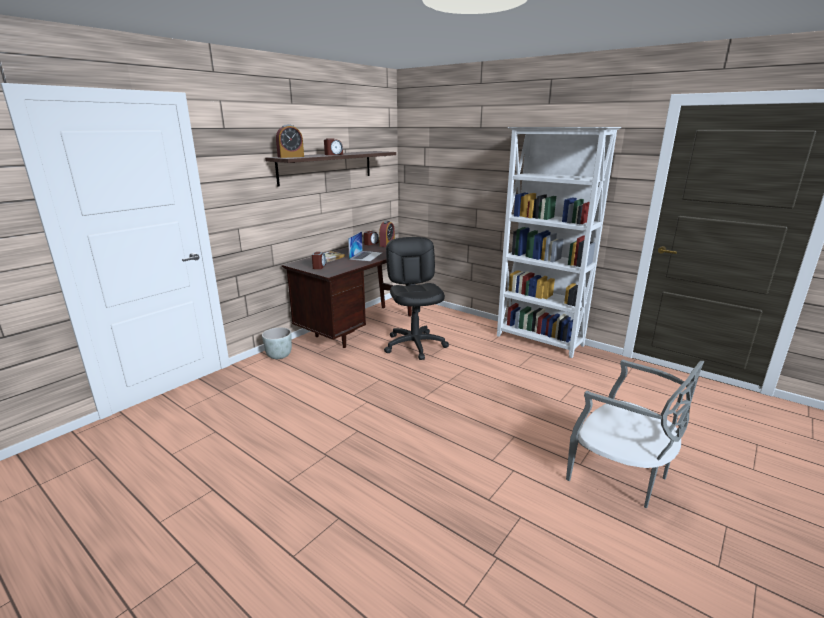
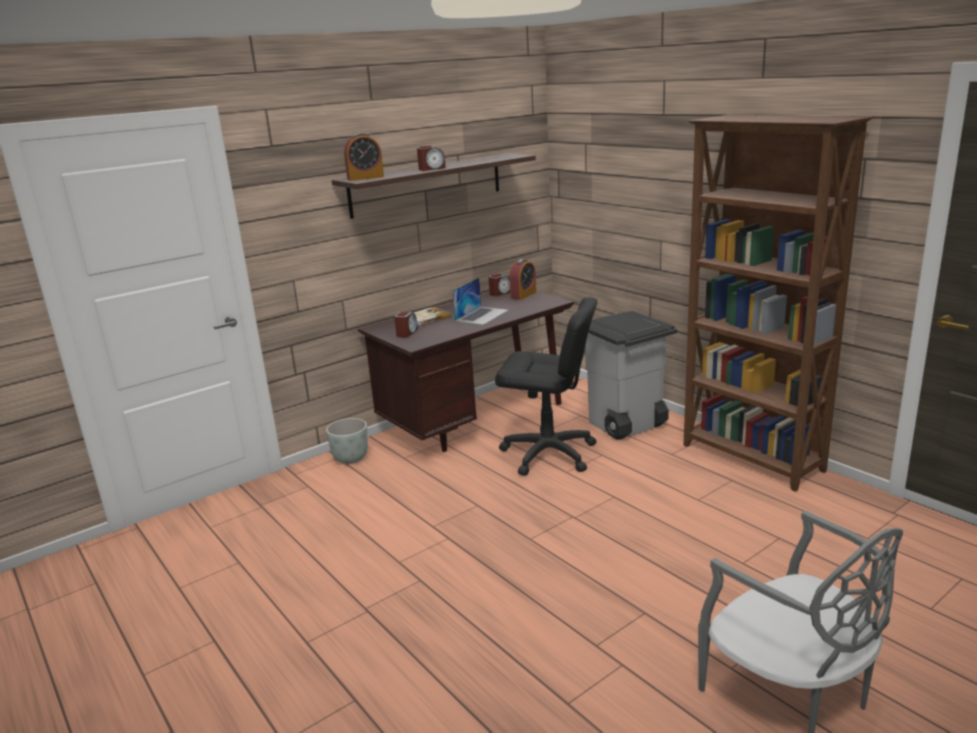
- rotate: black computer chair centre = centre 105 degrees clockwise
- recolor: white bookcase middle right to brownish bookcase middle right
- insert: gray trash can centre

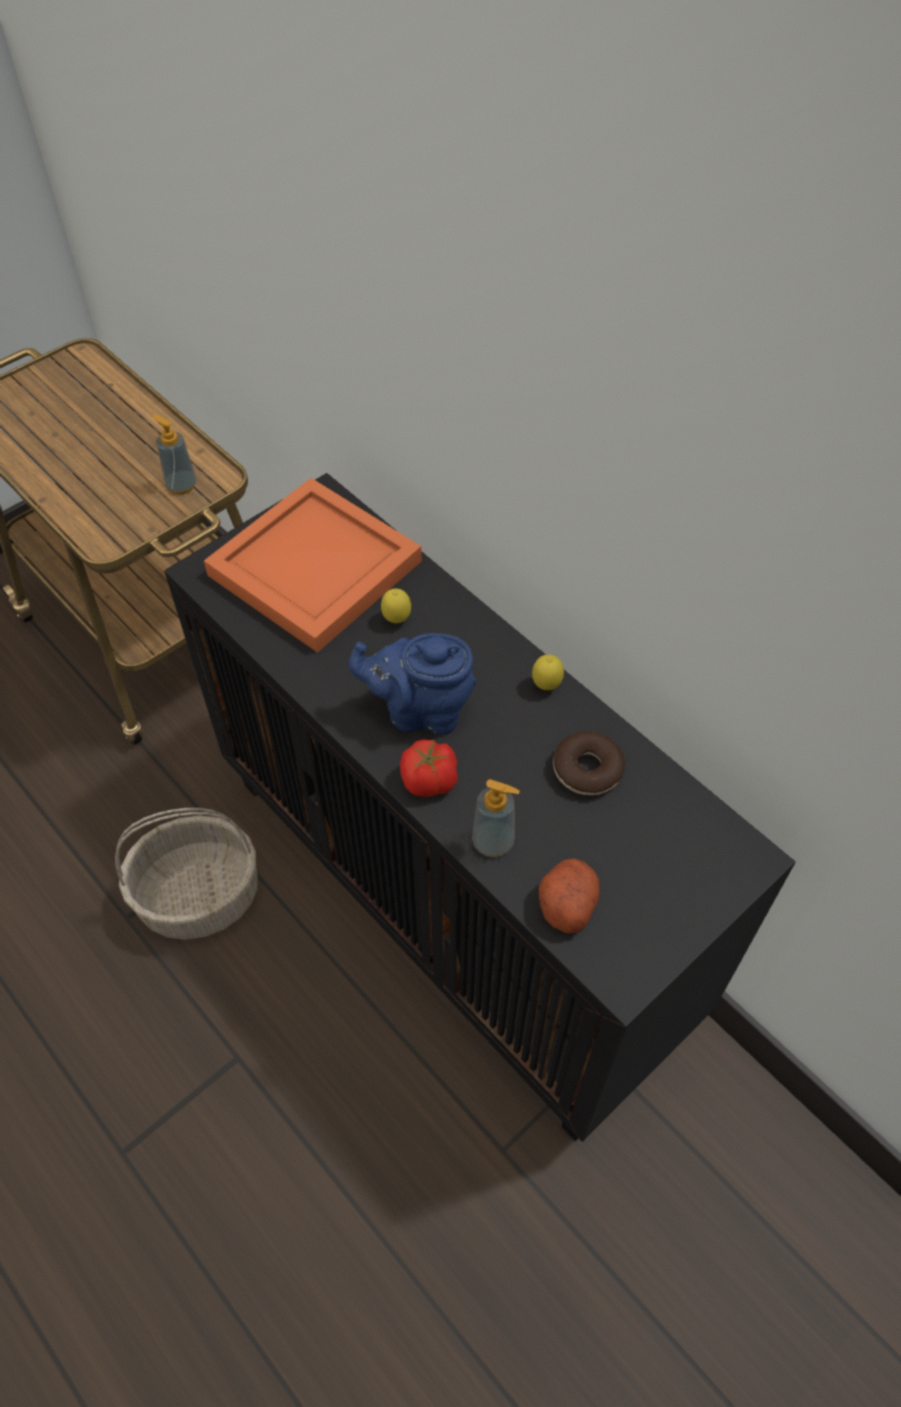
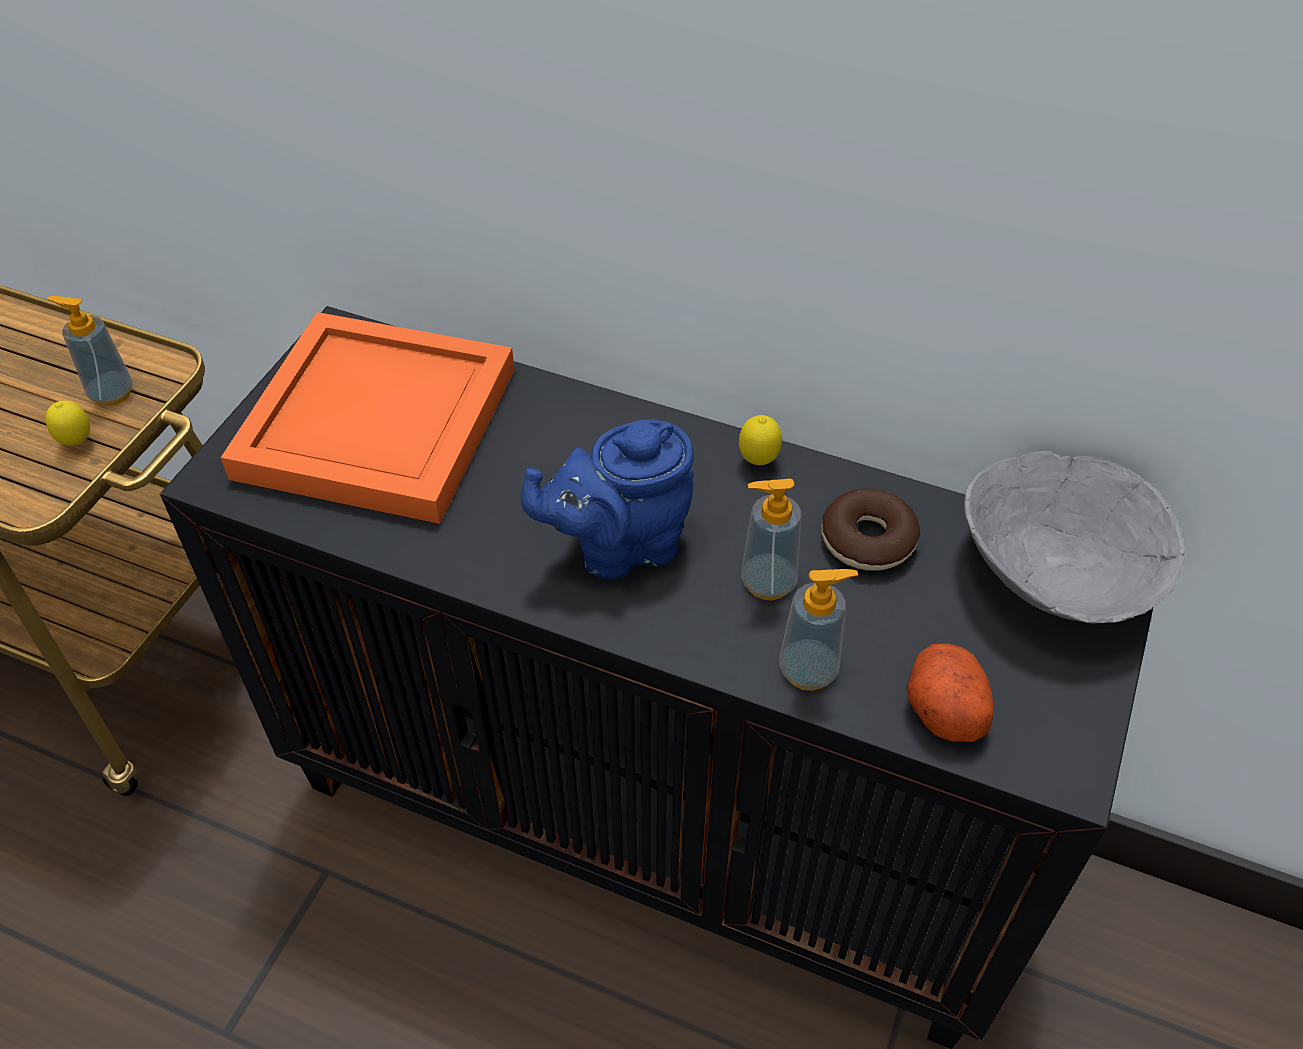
- delete: household basket middle left
- move: whole lemon (1st from left) centre to middle left
- delete: tomato centre
- insert: soap dispenser (2nd from left) centre
- insert: gray bowl middle right

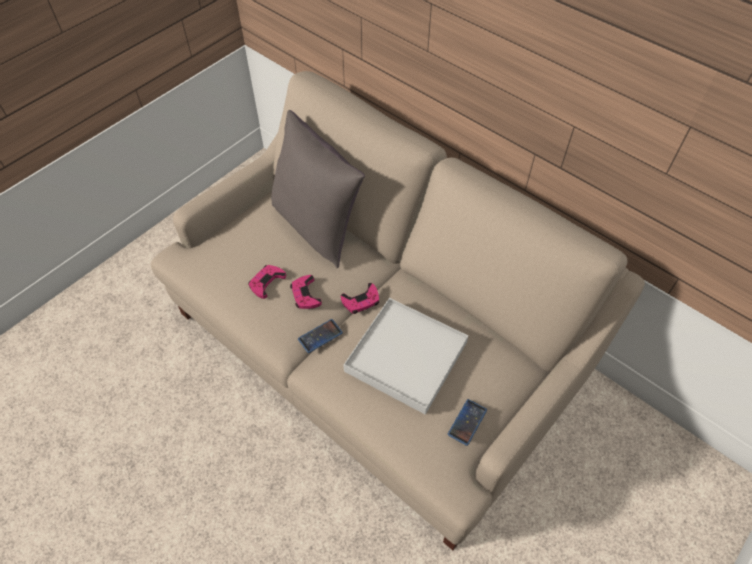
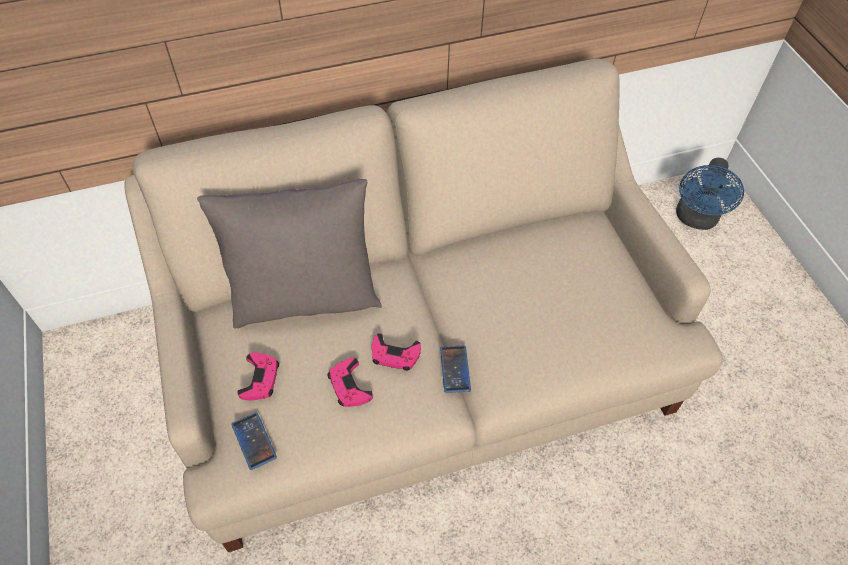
- move: pink-coloured gamepad (3rd from left in the first image) centre to pink-coloured gamepad (1st from left) bottom left
- delete: white tray centre
- move: telephone (2nd from left in the first image) bottom centre to telephone (1st from left) bottom left
- insert: blue fan middle right

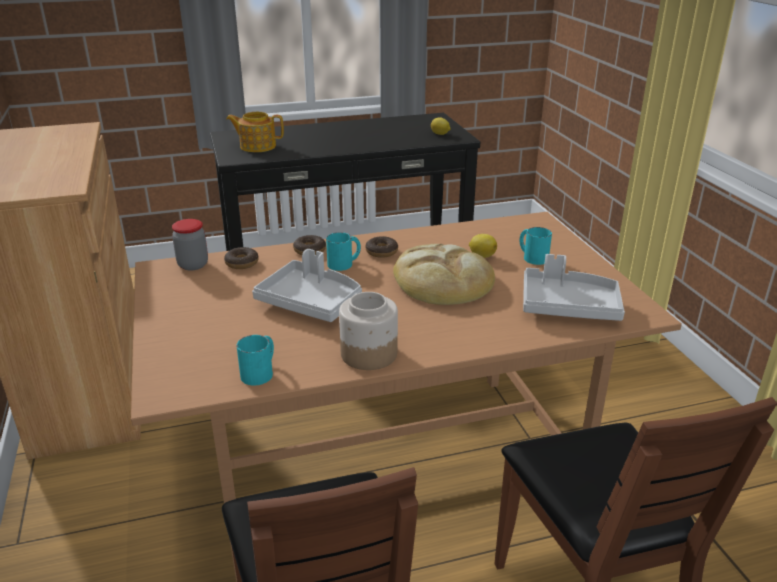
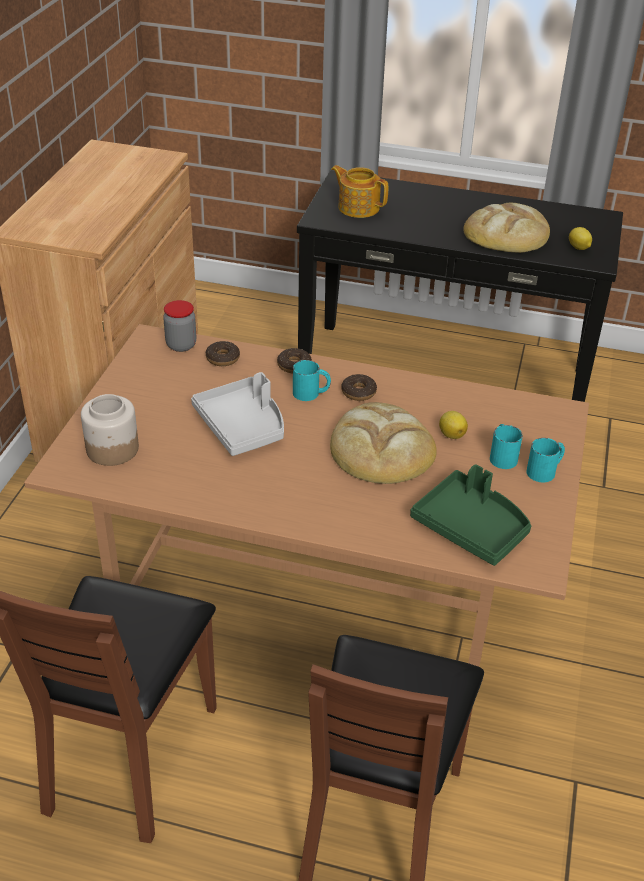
- move: turquoise-coloured coffee mug (1st from left in the first image) middle left to turquoise-coloured coffee mug (3rd from left) middle right
- move: storage jar (2nd from left in the first image) centre to storage jar (1st from left) middle left
- recolor: gray tray (2nd from left) middle right to green-coloured tray middle right
- insert: bakery bread (2nd from left) top right

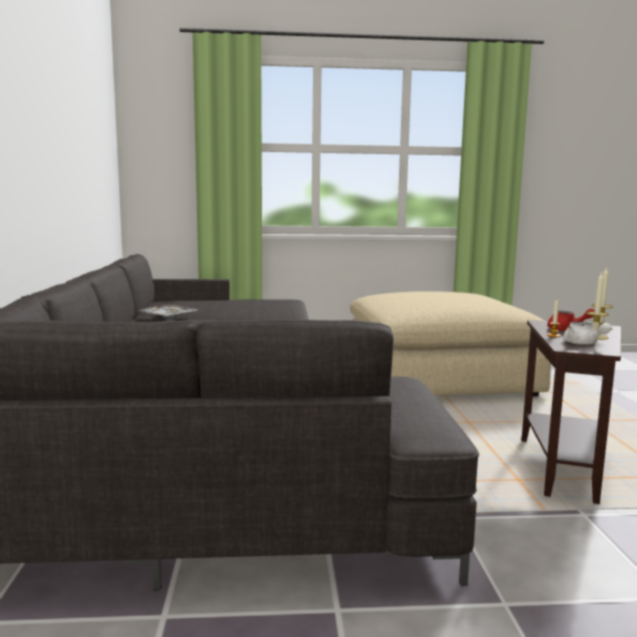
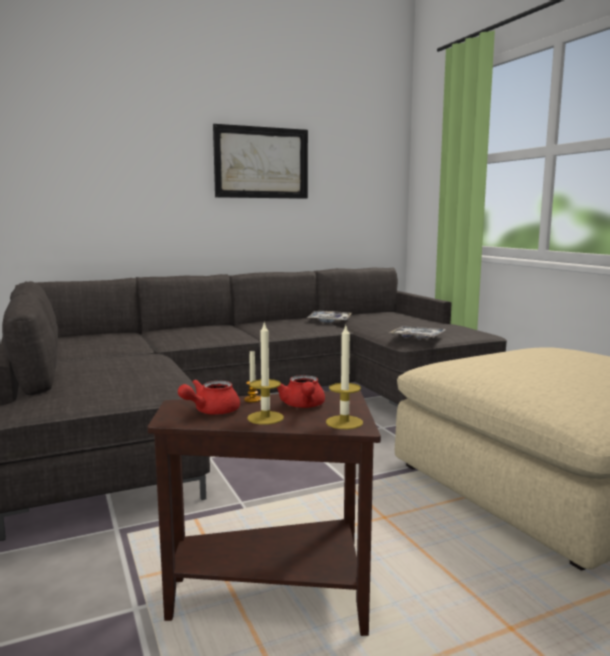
- recolor: white teapot middle right to red-coloured teapot (1st from left) centre
- insert: wall picture top centre
- insert: tray (2nd from left) middle right

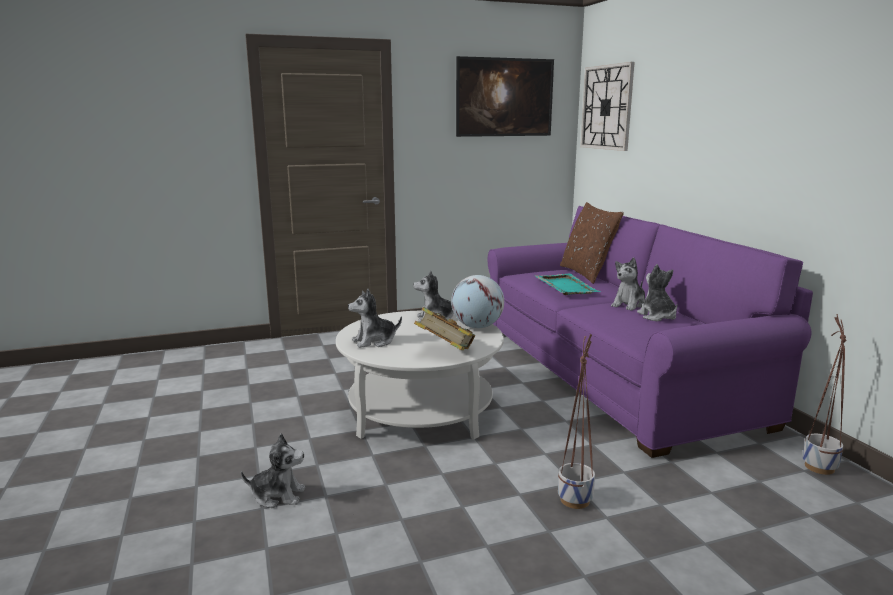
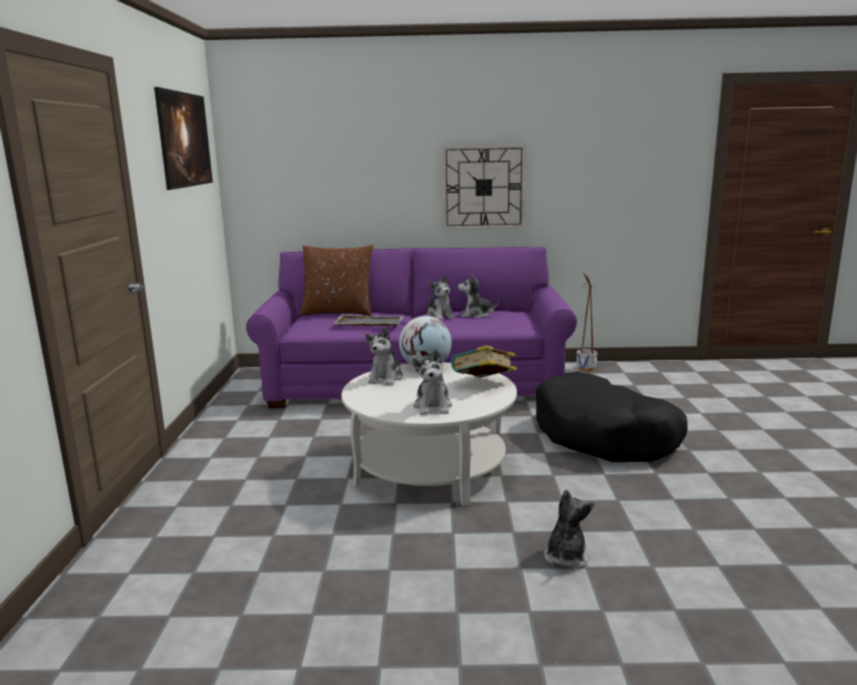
- recolor: turquoise-coloured tray centre to gray tray centre
- replace: flower pot (1st from left) bottom centre to black dog cushion middle right
- move: clock on the wall top right to top centre

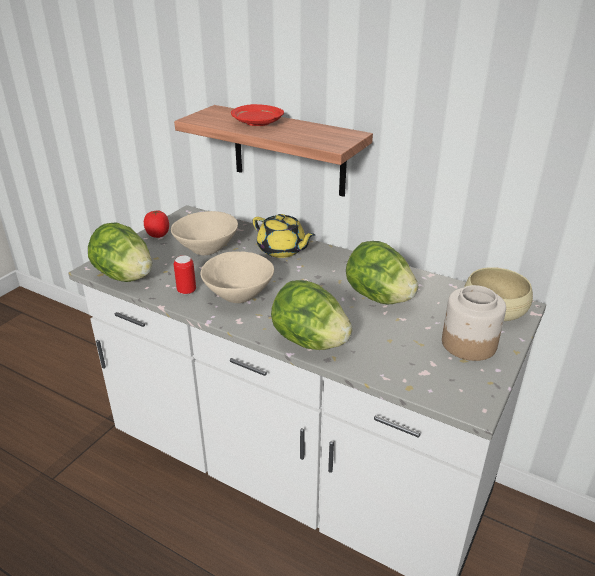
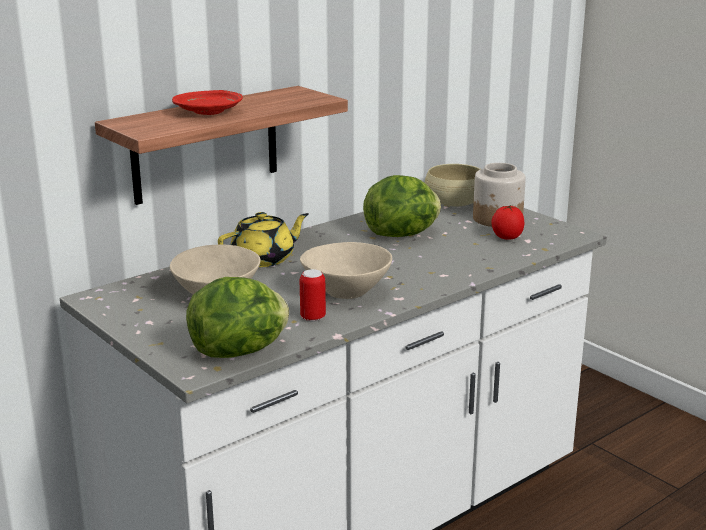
- move: tomato middle left to middle right
- delete: head of lettuce (2nd from left) centre

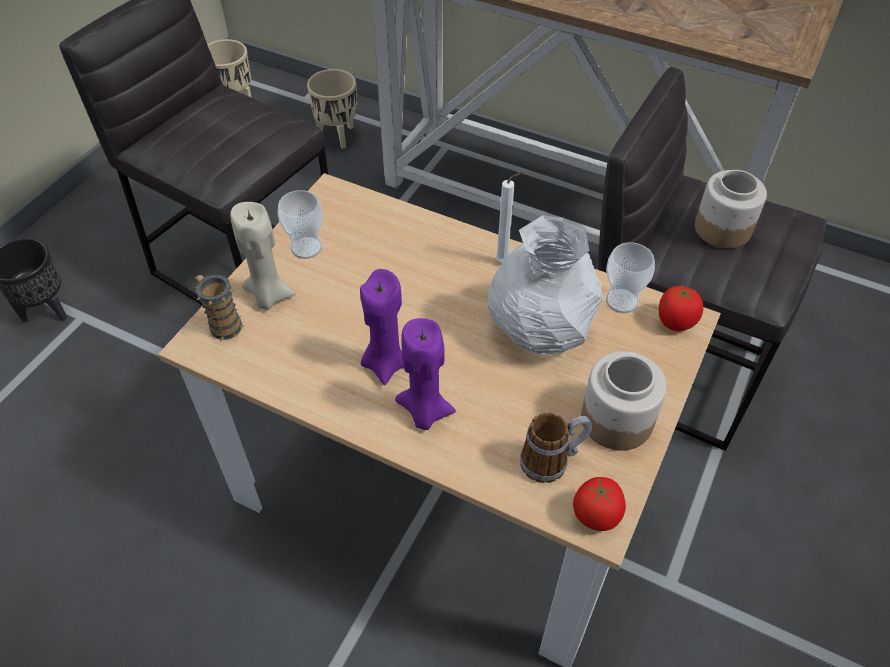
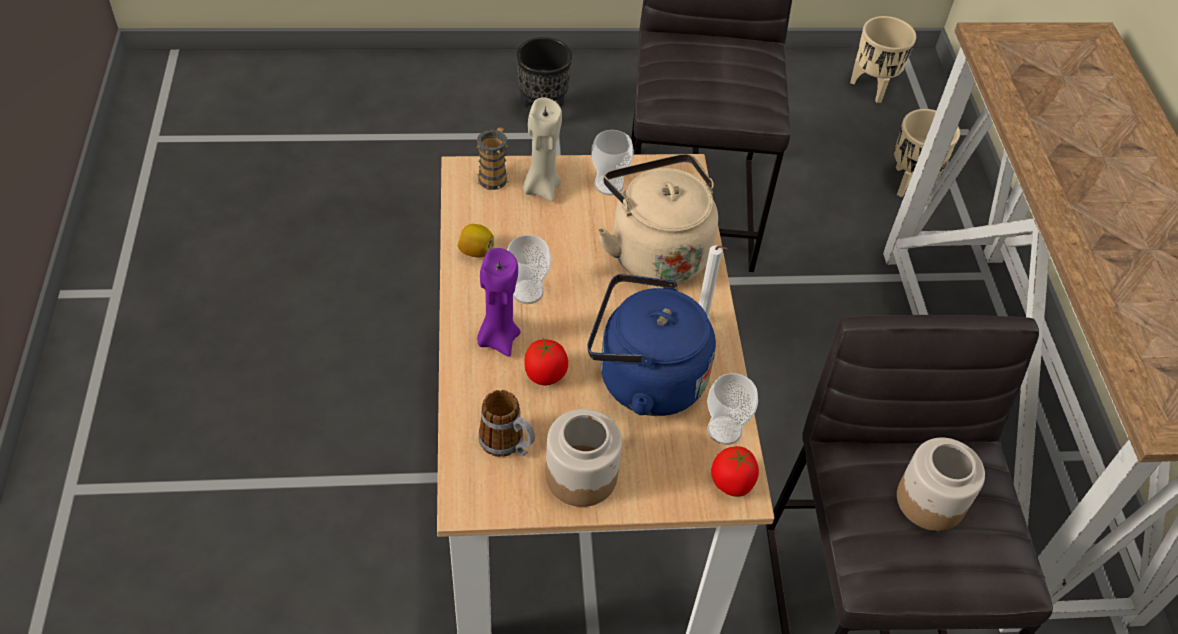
- replace: purple wax light (1st from left) centre to small cup (1st from left) centre
- replace: white decorative vase centre to blue kettle centre
- move: tomato (1st from left) bottom right to centre
- insert: whole lemon centre
- insert: beige kettle centre

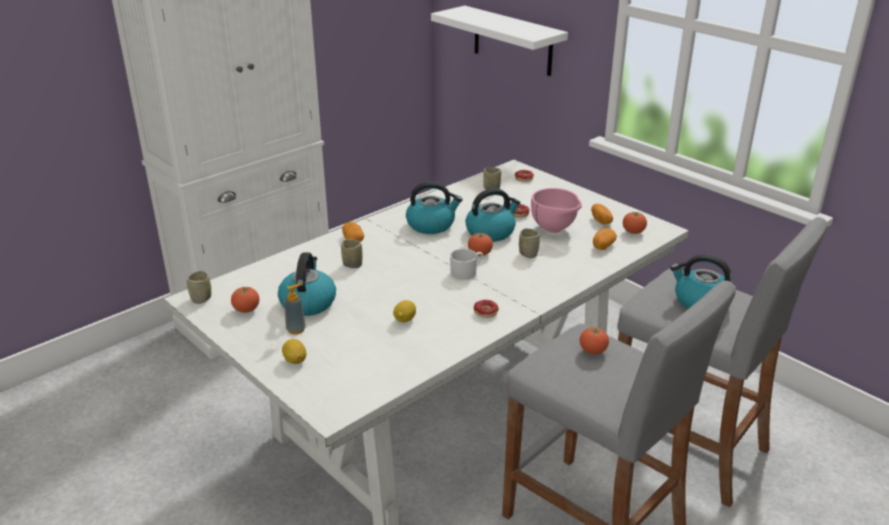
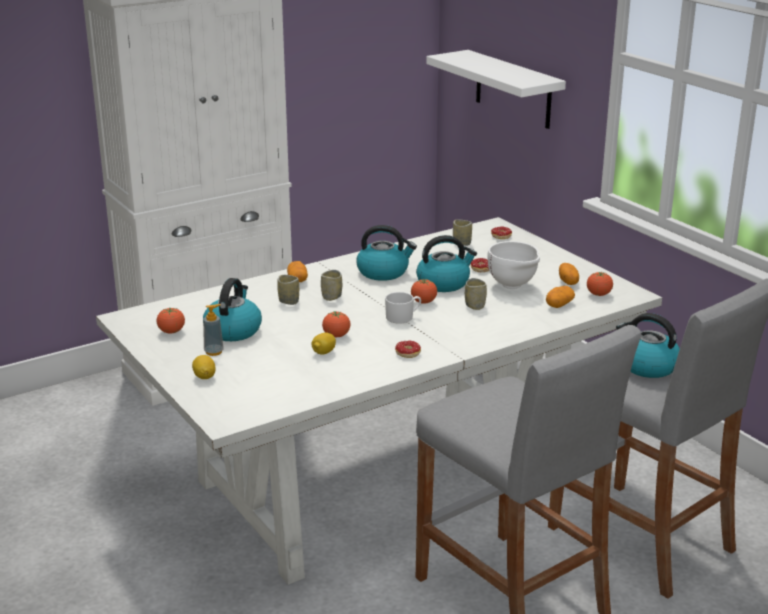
- move: small cup (1st from left in the first image) middle left to small cup (2nd from left) centre
- recolor: pink-coloured bowl centre to white bowl middle right
- move: tomato (3rd from left in the first image) middle right to tomato (2nd from left) centre

